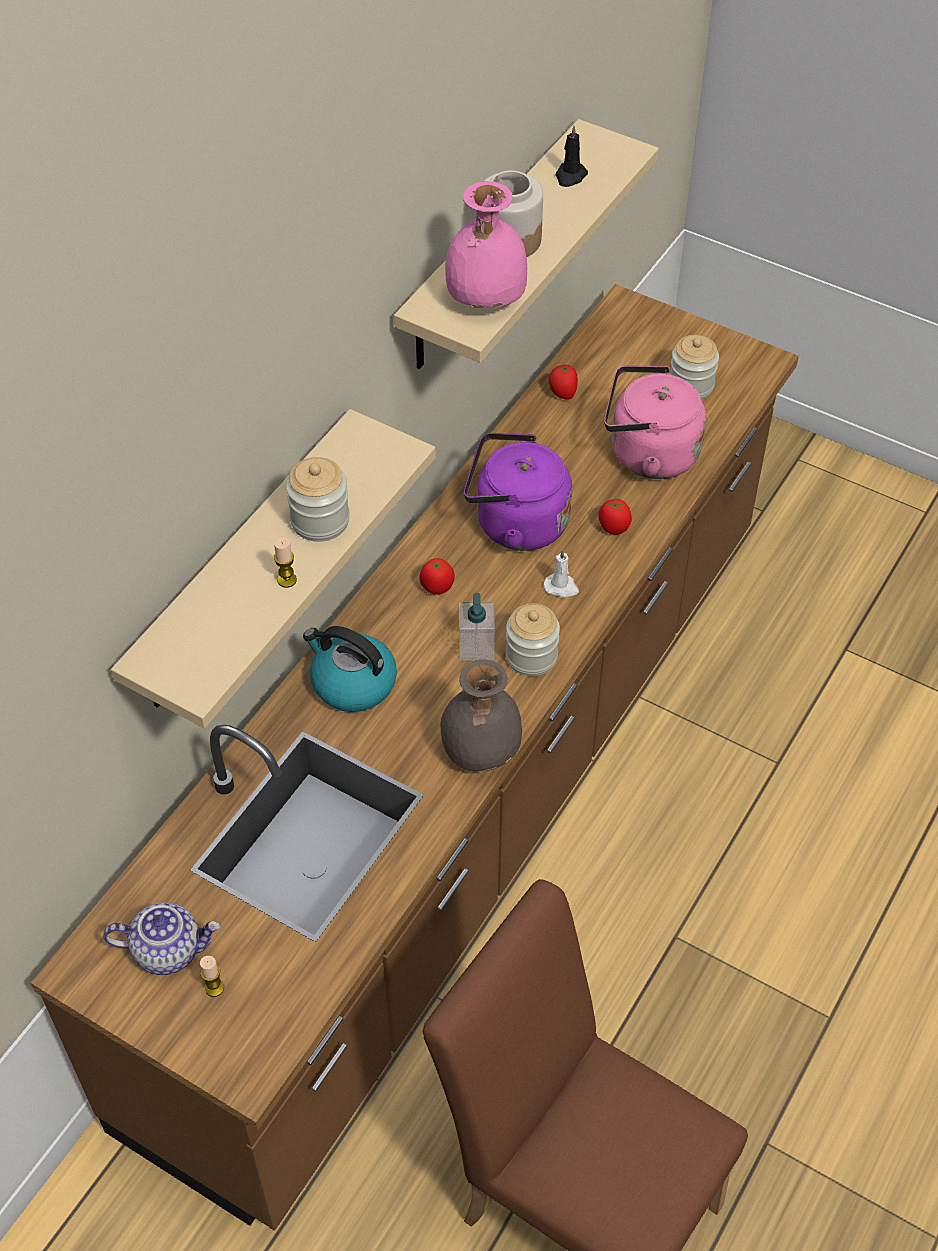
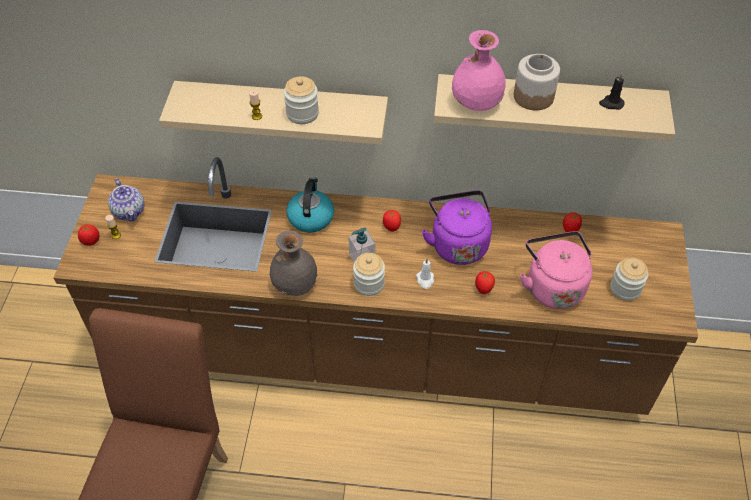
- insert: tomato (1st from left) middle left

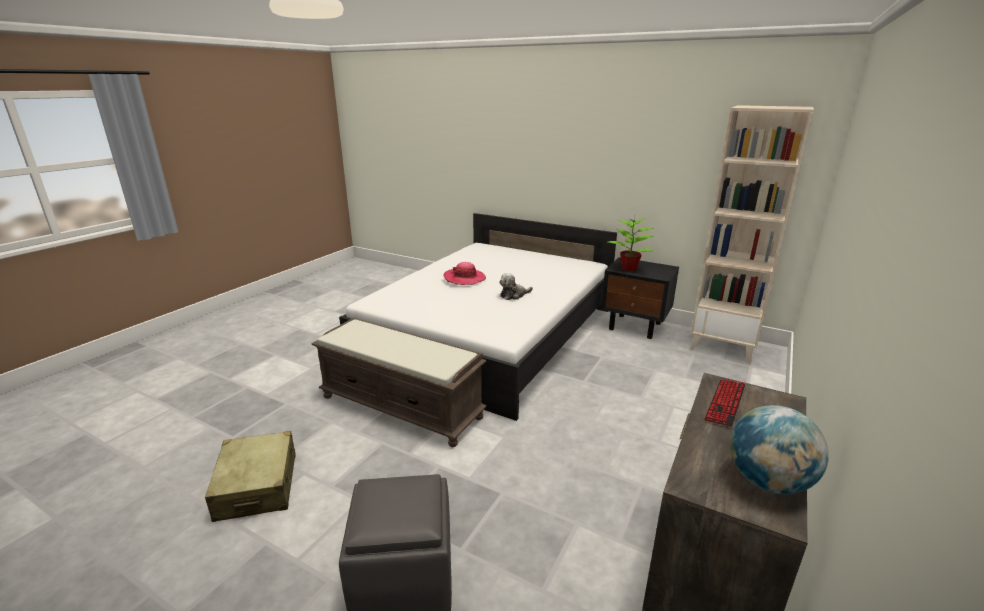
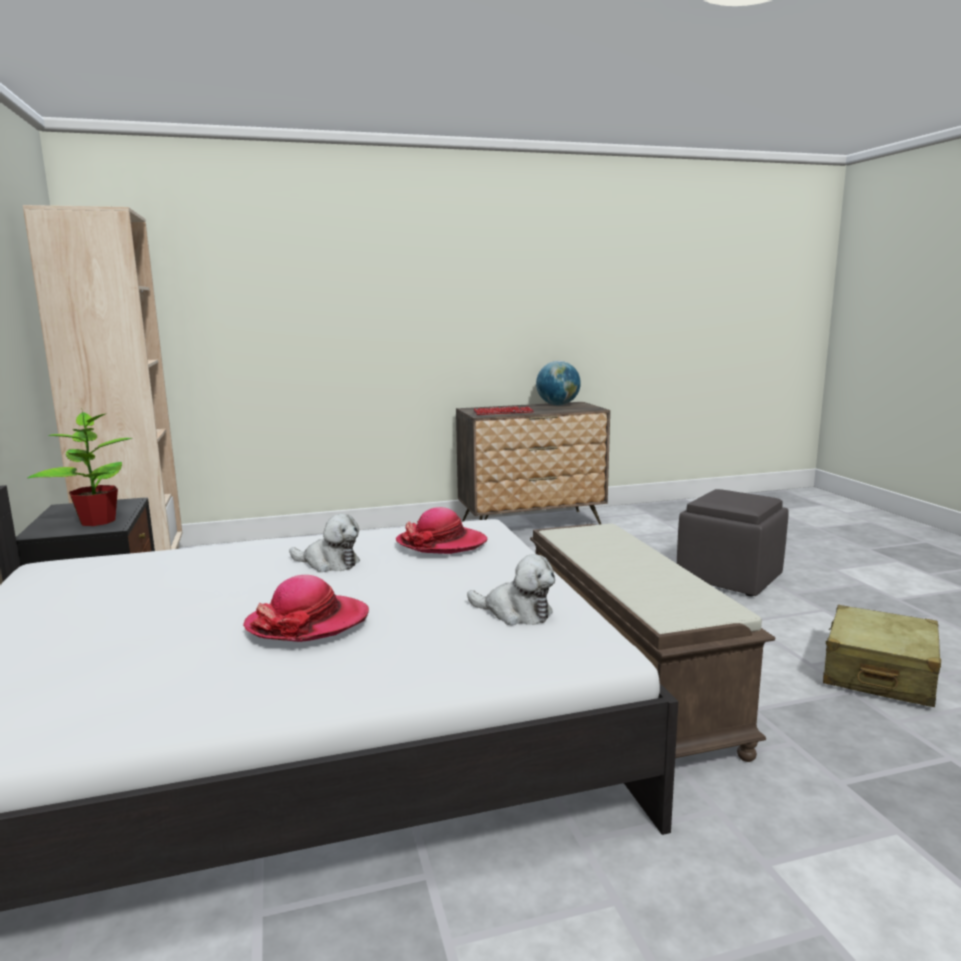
- insert: hat (2nd from left) centre
- insert: plush toy (2nd from left) centre

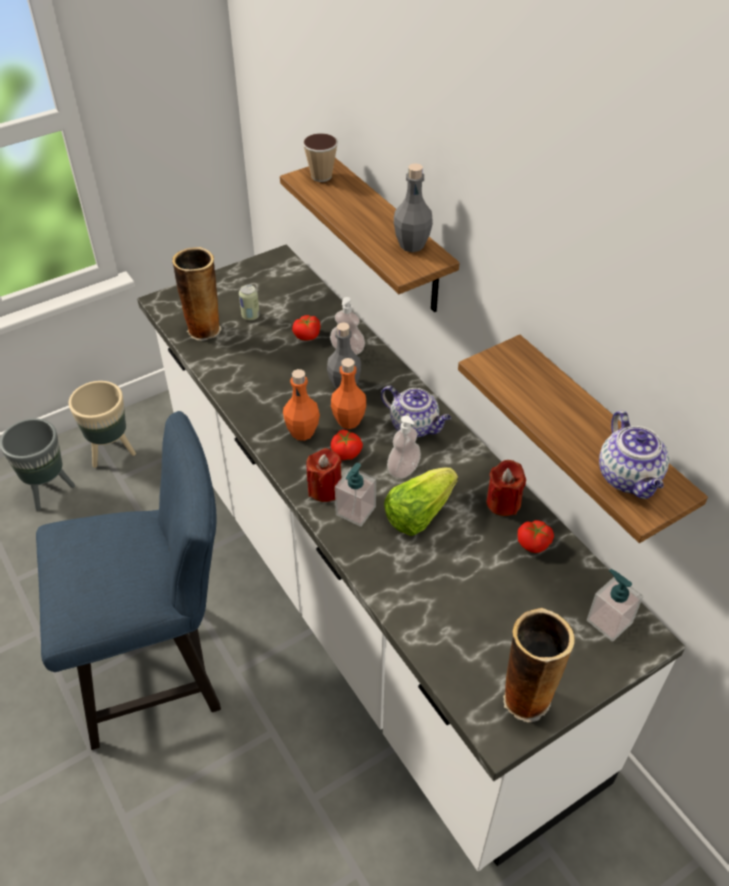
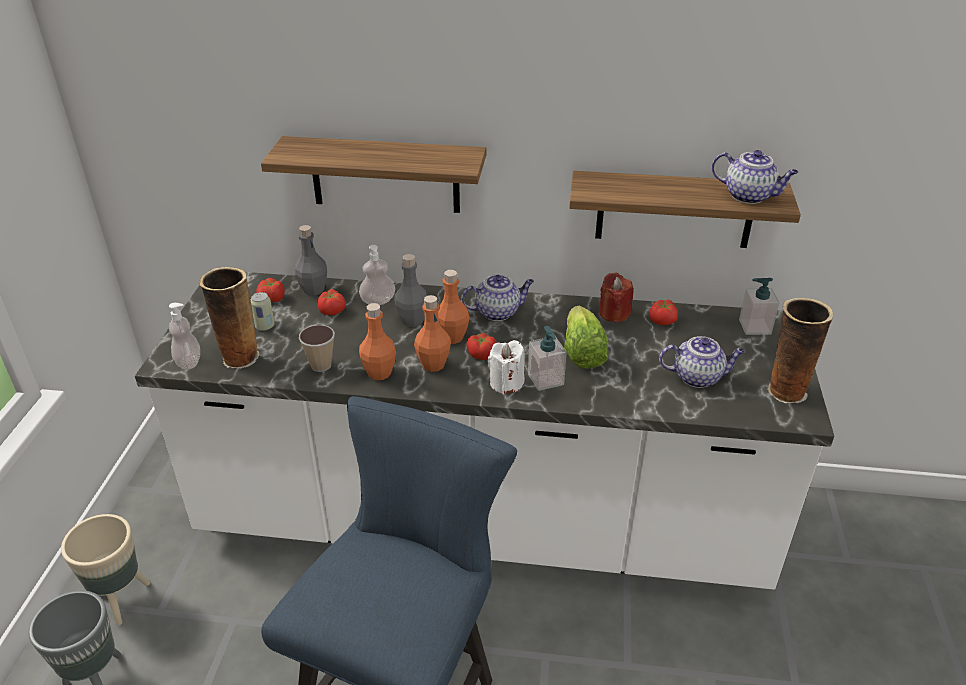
- move: small cup top centre to middle left
- recolor: red-coloured wax light (1st from left) centre to white wax light centre
- move: soap dispenser (3rd from left in the first image) centre to soap dispenser (1st from left) middle left
- move: gray bottle (2nd from left in the first image) top centre to gray bottle (1st from left) middle left
- insert: tomato (1st from left) middle left
- insert: orange bottle (1st from left) centre
- insert: teapot (2nd from left) middle right

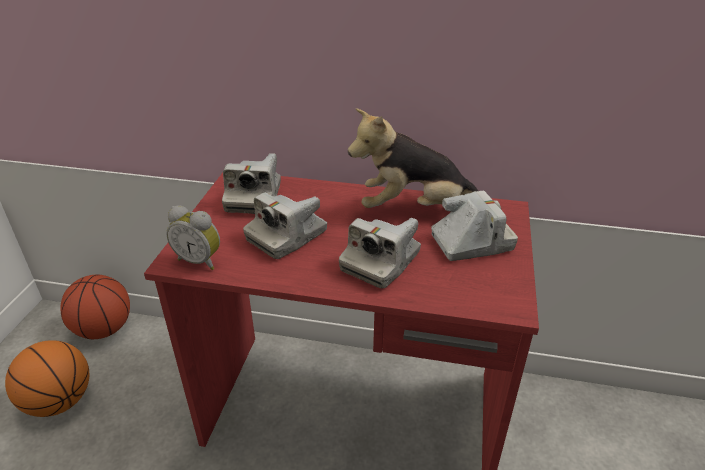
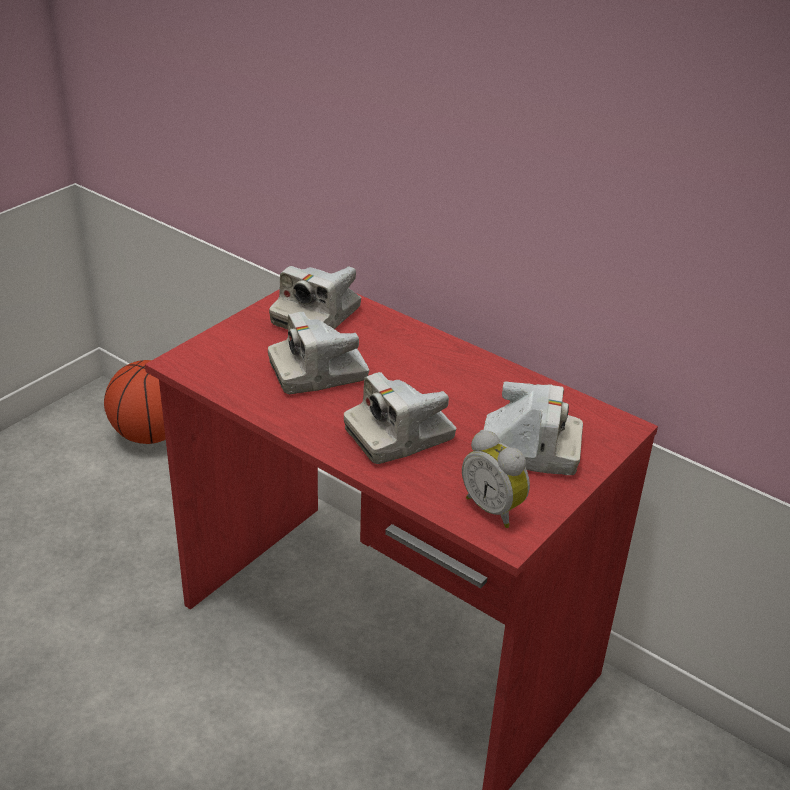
- delete: basketball (1st from left) bottom left
- move: bedside clock middle left to centre
- delete: plush toy centre

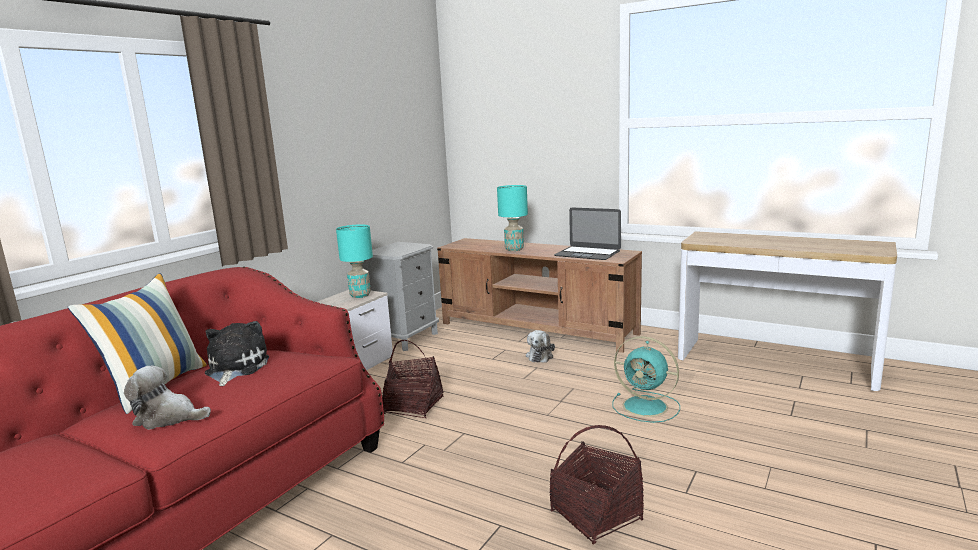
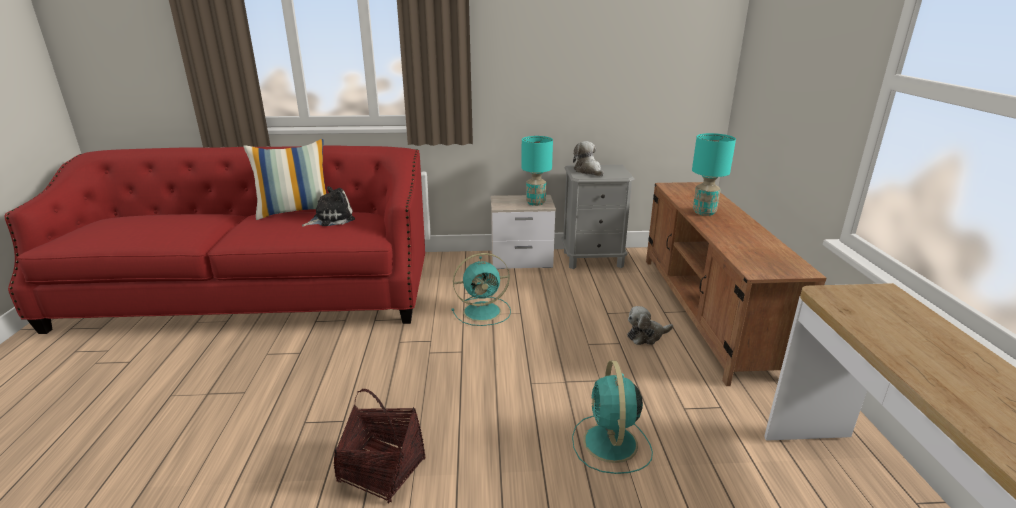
- move: plush toy (1st from left in the first image) bottom left to plush toy (2nd from left) top centre
- replace: household basket (1st from left) bottom centre to turquoise-coloured fan (1st from left) centre
- delete: laptop centre

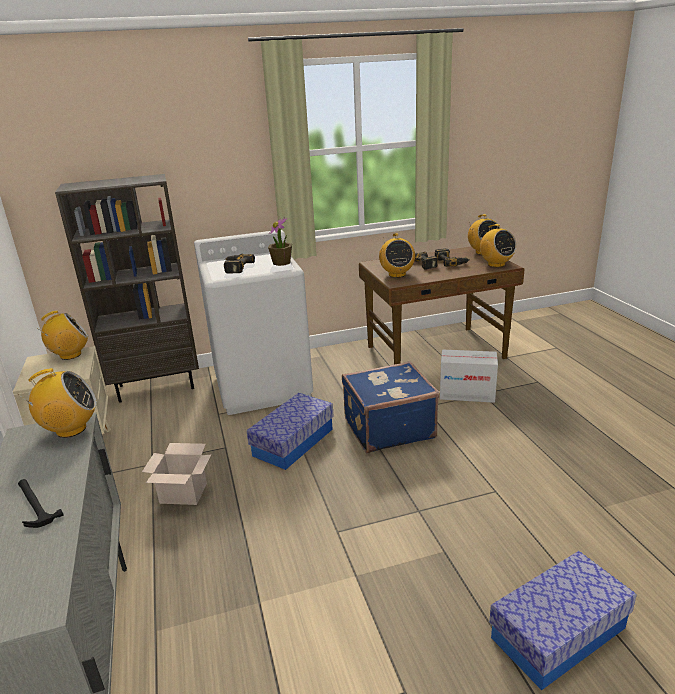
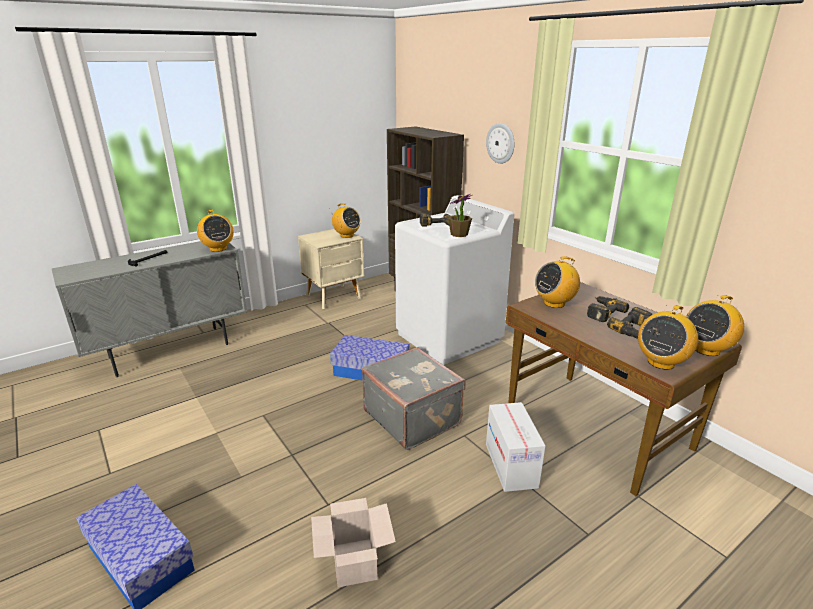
- move: carton (1st from left) bottom left to bottom centre
- recolor: blue piece of luggage centre to gray piece of luggage centre
- insert: clock on the wall top centre

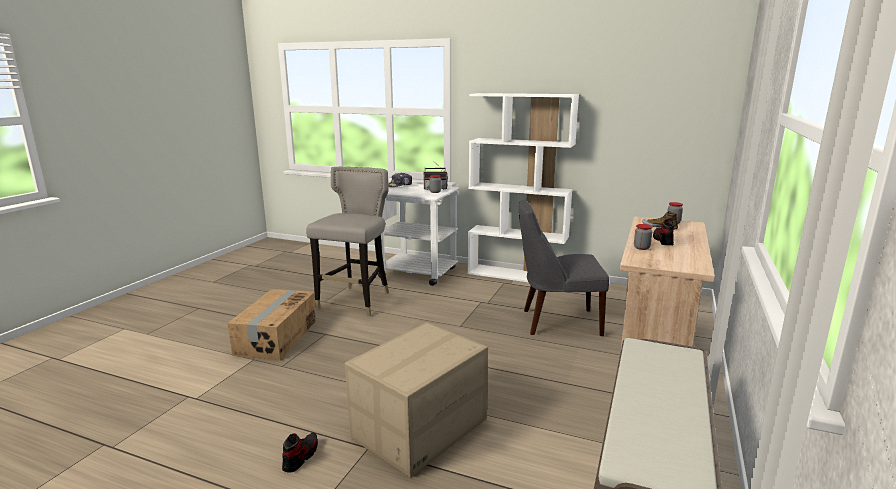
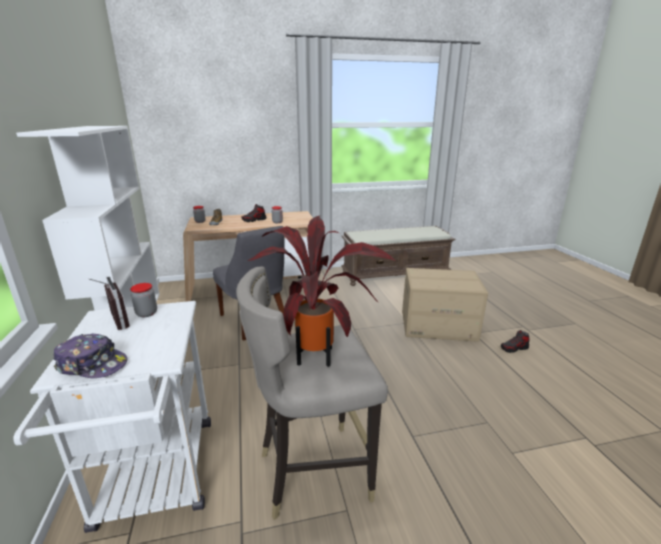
- delete: carton (1st from left) middle left
- insert: potted plant centre

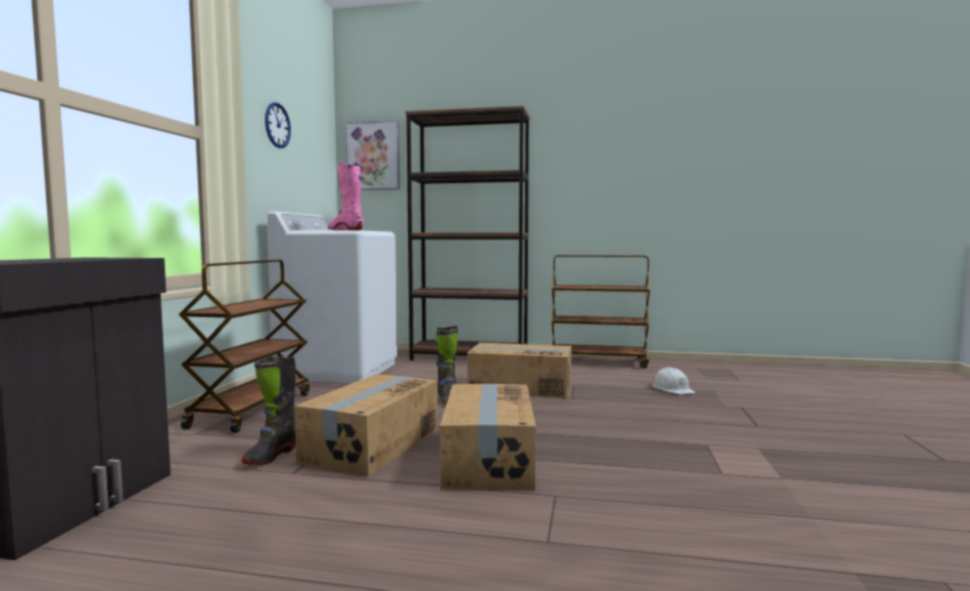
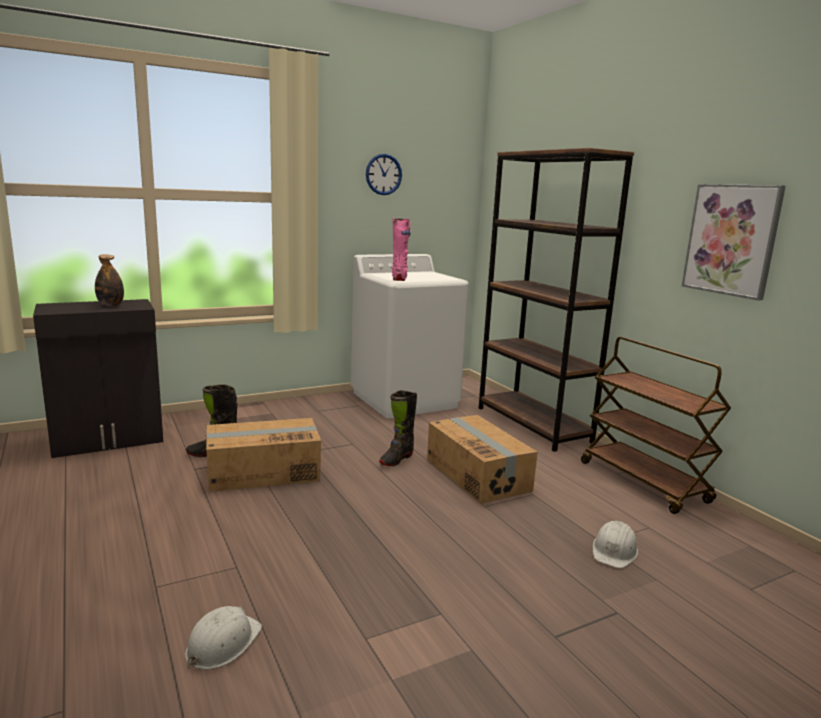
- delete: brownish trolley (1st from left) middle left
- move: wall picture top centre to middle right
- delete: carton (2nd from left) bottom centre
- insert: bottle middle left
- insert: white hard hat (1st from left) bottom left

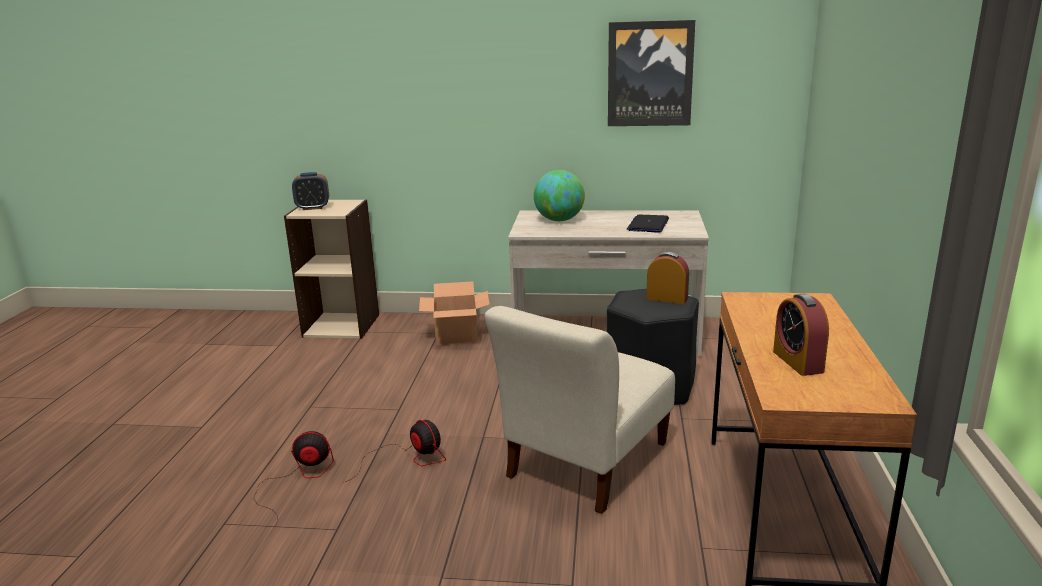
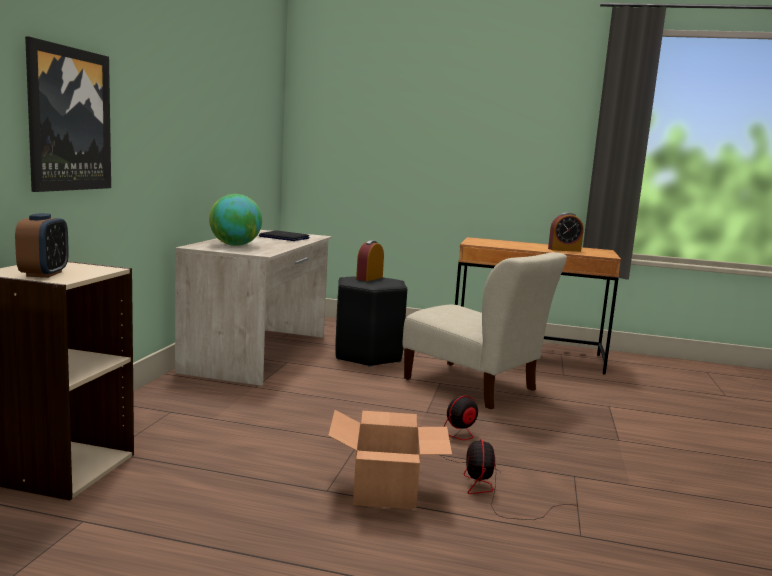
- move: carton centre to bottom centre
- move: wall picture top centre to top left

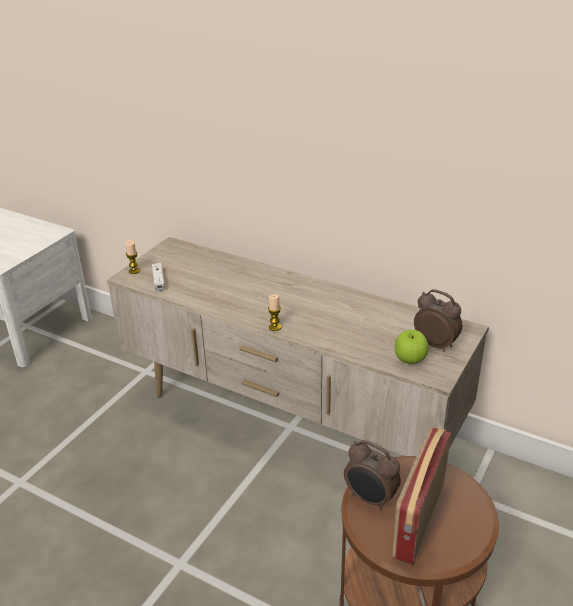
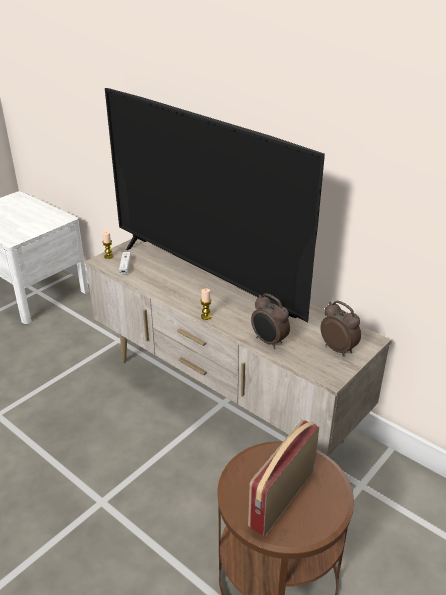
- move: bedside clock (1st from left) bottom centre to centre
- delete: apple middle right
- insert: TV centre

